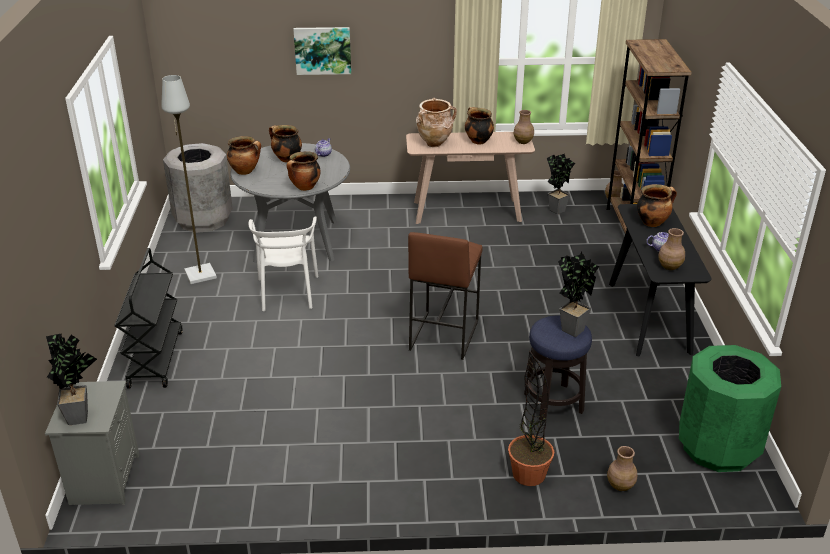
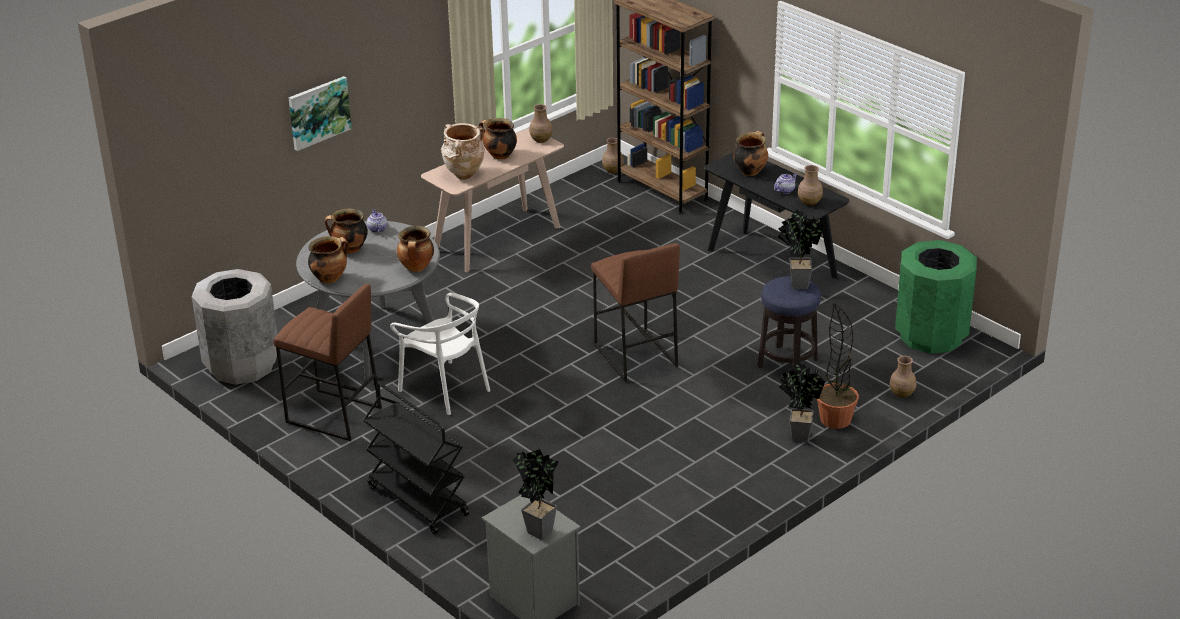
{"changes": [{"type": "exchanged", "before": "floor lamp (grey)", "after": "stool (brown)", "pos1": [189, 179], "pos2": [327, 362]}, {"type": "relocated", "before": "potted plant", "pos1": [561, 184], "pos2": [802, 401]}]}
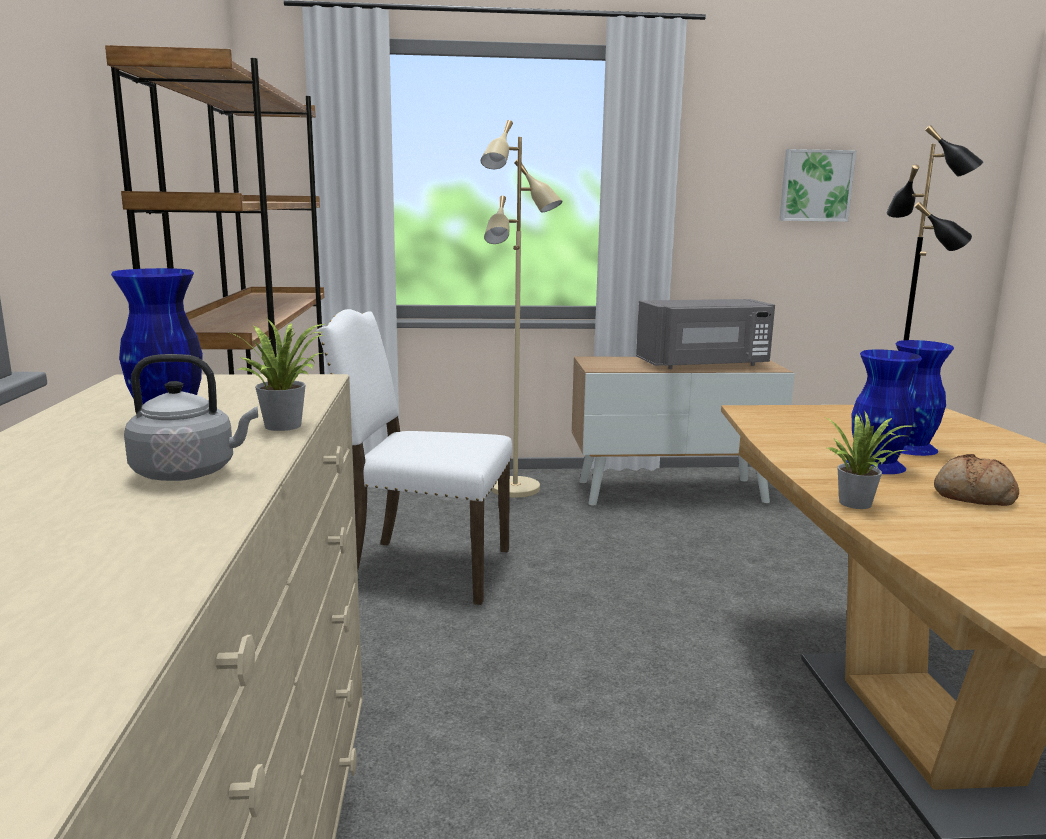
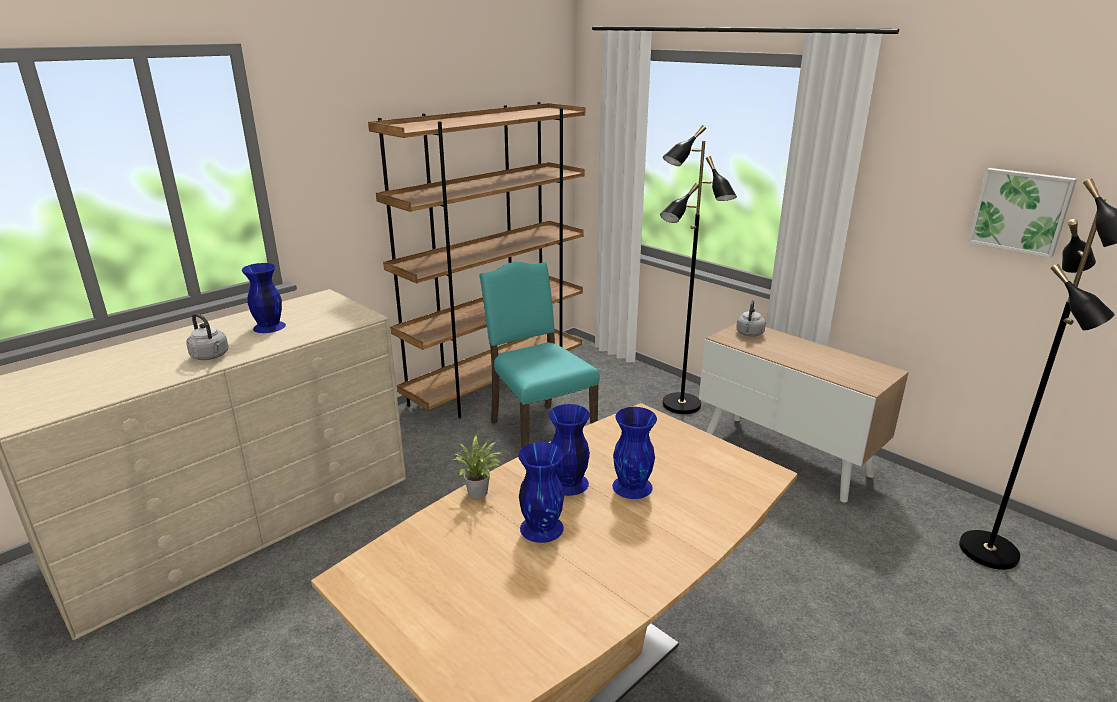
{"changes": [{"type": "missing", "before": "potted plant", "pos1": [275, 374]}, {"type": "colour", "before": "chair (white)", "after": "chair (turquoise)", "pos1": [414, 457], "pos2": [539, 355]}, {"type": "colour", "before": "floor lamp (beige)", "after": "floor lamp (black)", "pos1": [522, 309], "pos2": [698, 269]}, {"type": "missing", "before": "microwave (grey)", "pos1": [705, 334]}, {"type": "exchanged", "before": "bread", "after": "vase (blue)", "pos1": [976, 480], "pos2": [541, 492]}, {"type": "appeared", "after": "kettle (grey)", "pos2": [751, 318]}]}
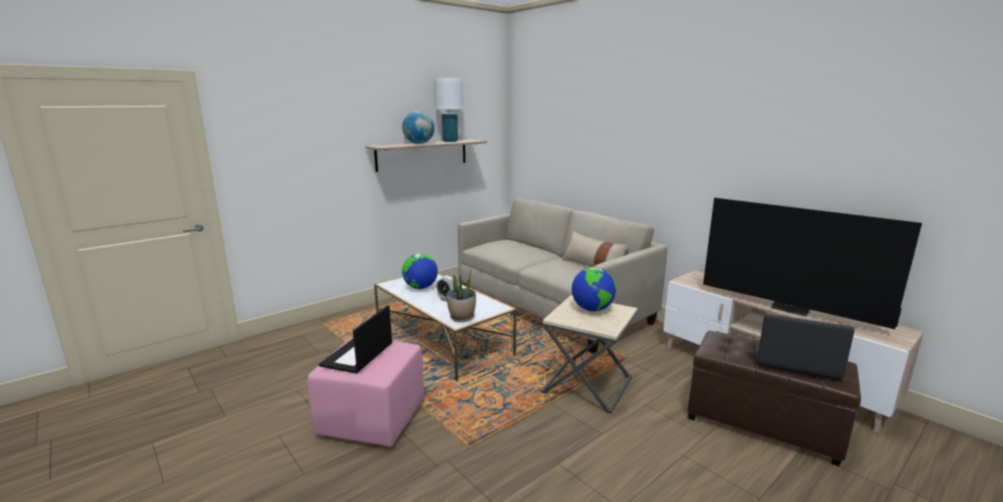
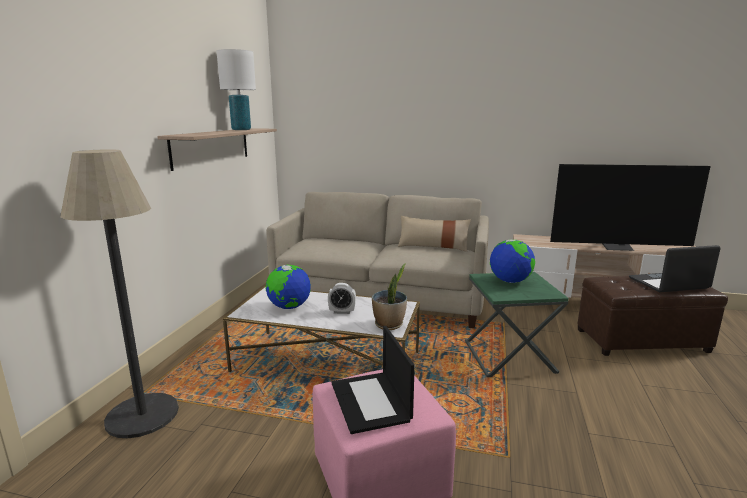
{"changes": [{"type": "missing", "before": "globe", "pos1": [418, 127]}, {"type": "colour", "before": "side table (beige)", "after": "side table (green)", "pos1": [589, 354], "pos2": [517, 324]}, {"type": "appeared", "after": "floor lamp", "pos2": [119, 293]}]}
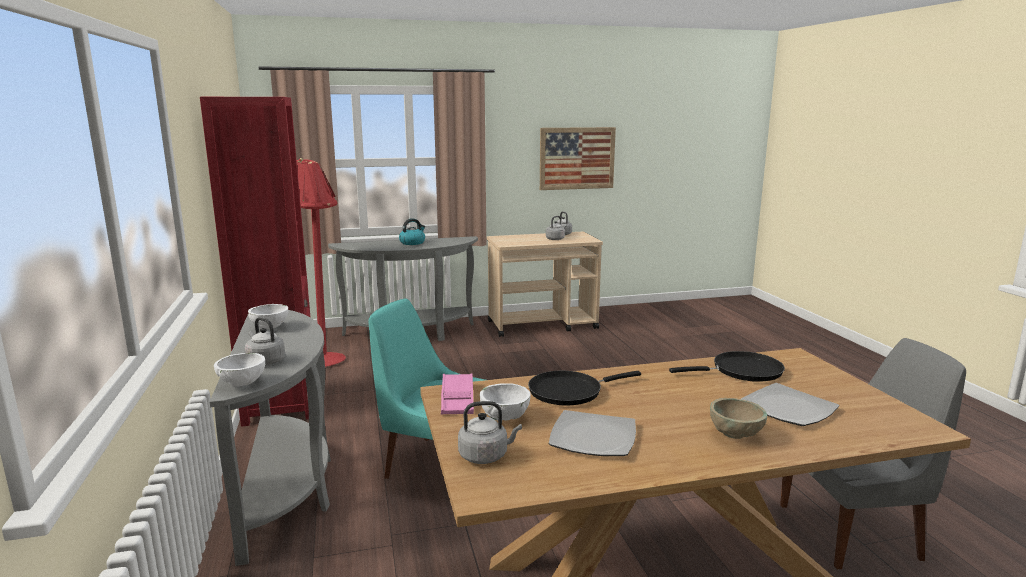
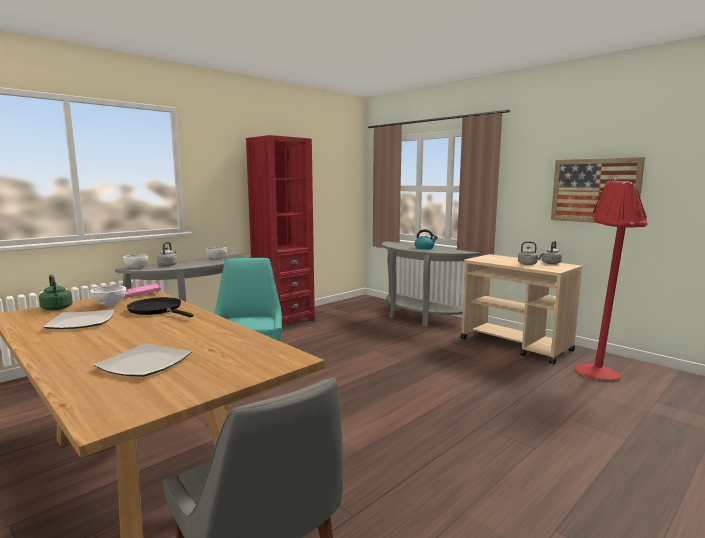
{"changes": [{"type": "relocated", "before": "floor lamp (red)", "pos1": [321, 262], "pos2": [611, 279]}, {"type": "colour", "before": "kettle (grey)", "after": "kettle (green)", "pos1": [490, 432], "pos2": [56, 292]}, {"type": "missing", "before": "frying pan (black)", "pos1": [727, 366]}, {"type": "missing", "before": "bowl (beige)", "pos1": [738, 418]}]}
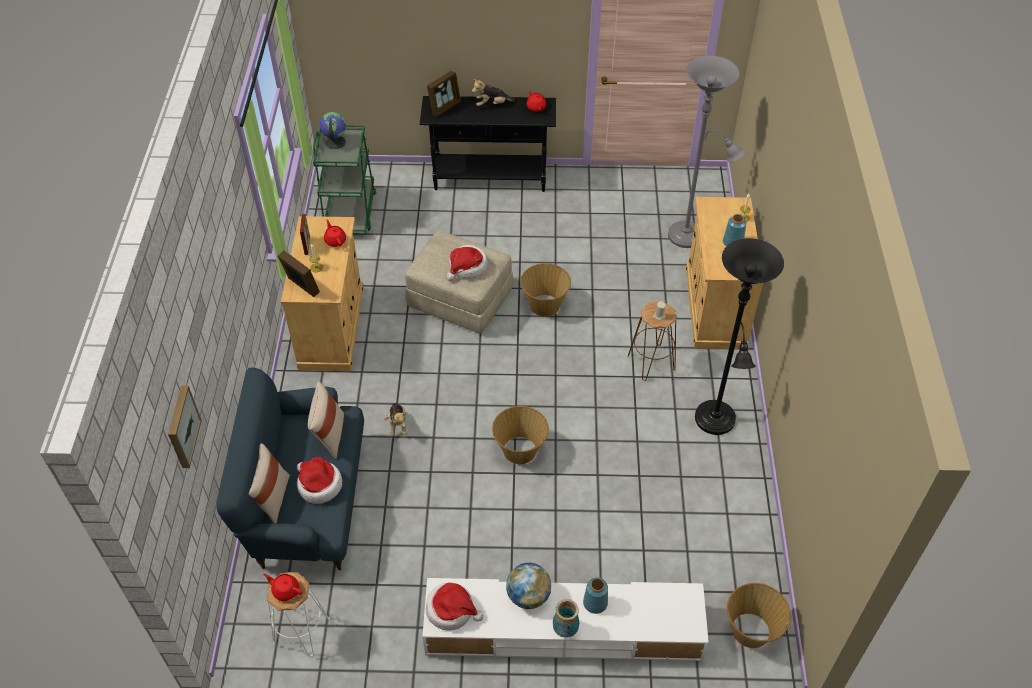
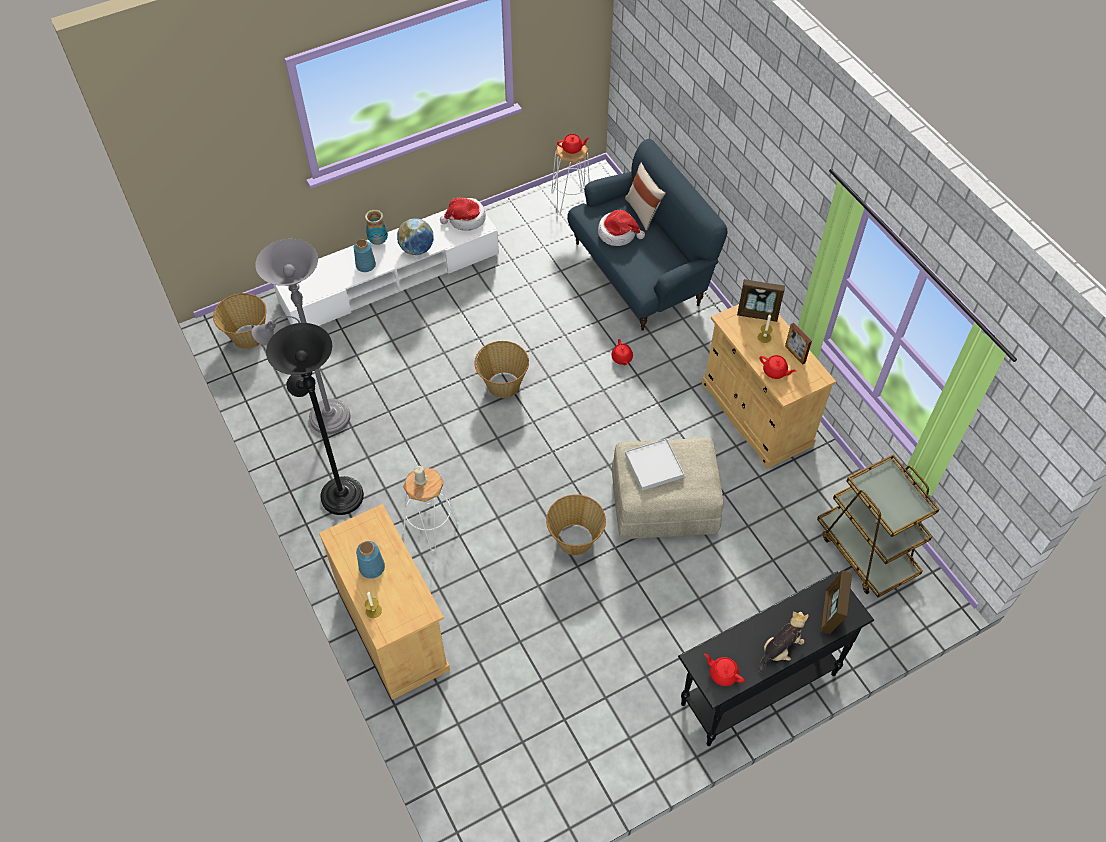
{"changes": [{"type": "missing", "before": "picture", "pos1": [185, 426]}, {"type": "missing", "before": "pillow (beige)", "pos1": [326, 420]}, {"type": "colour", "before": "cart (green)", "after": "cart (brown)", "pos1": [345, 180], "pos2": [878, 525]}, {"type": "missing", "before": "globe", "pos1": [333, 130]}, {"type": "exchanged", "before": "plush toy", "after": "teapot (red)", "pos1": [395, 419], "pos2": [622, 352]}, {"type": "exchanged", "before": "hat", "after": "tray (white)", "pos1": [467, 263], "pos2": [654, 464]}, {"type": "colour", "before": "stool (brown)", "after": "stool (white)", "pos1": [652, 341], "pos2": [430, 509]}, {"type": "relocated", "before": "floor lamp (grey)", "pos1": [707, 152], "pos2": [300, 336]}]}
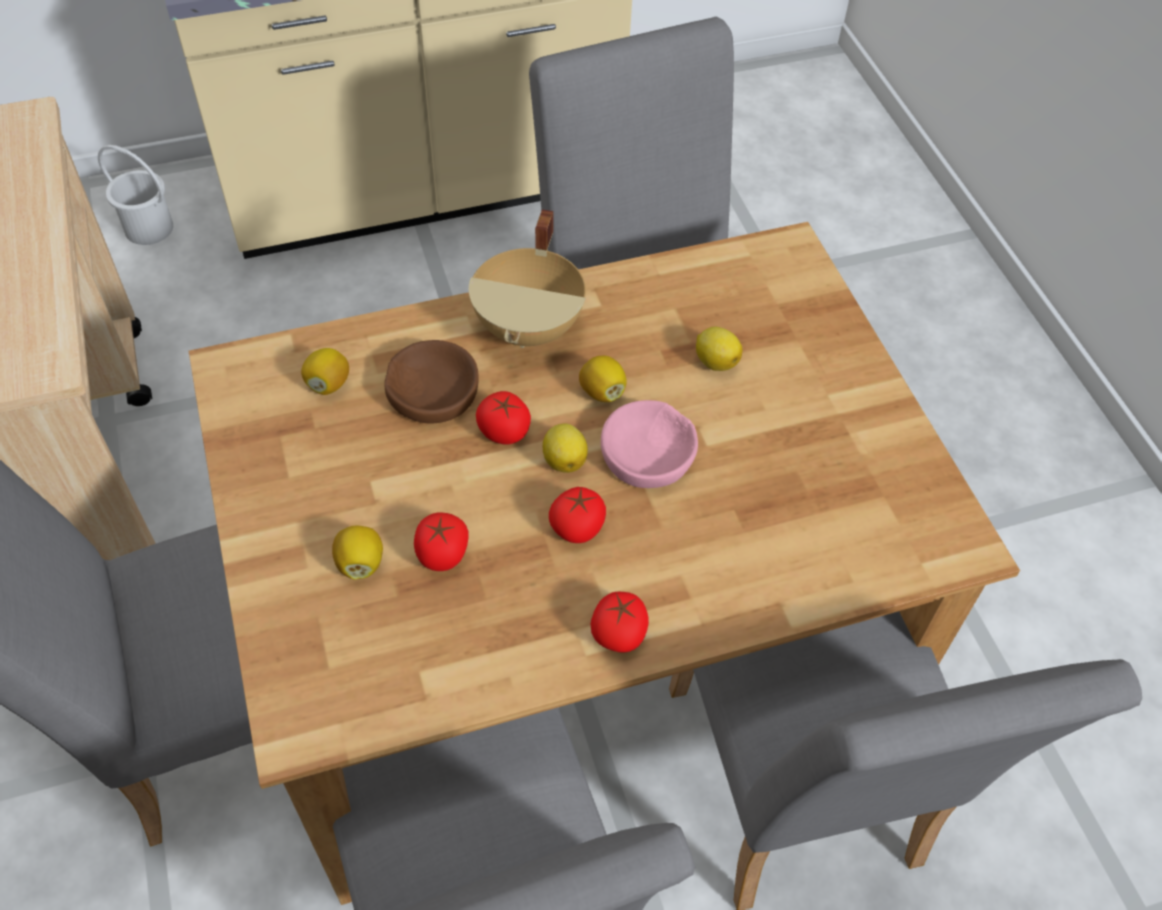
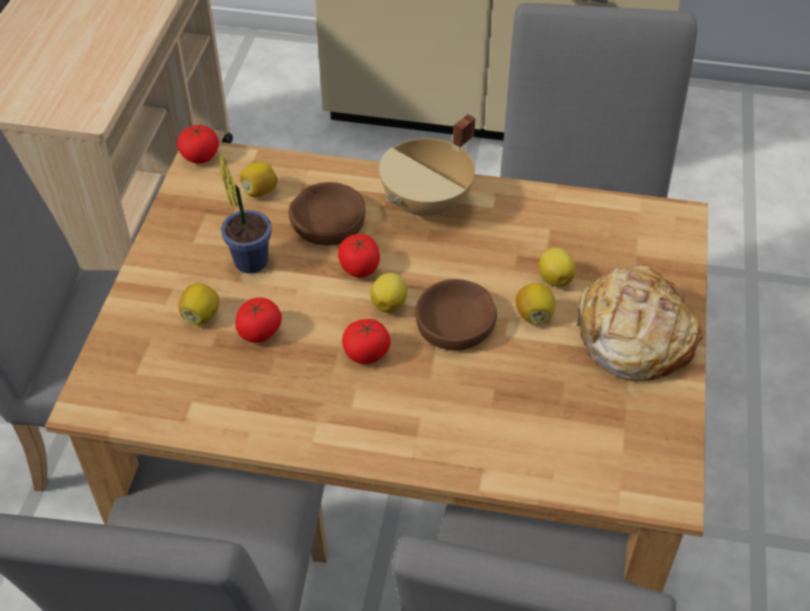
{"changes": [{"type": "missing", "before": "bucket (white)", "pos1": [135, 195]}, {"type": "relocated", "before": "lemon", "pos1": [603, 379], "pos2": [535, 303]}, {"type": "relocated", "before": "tomato", "pos1": [619, 622], "pos2": [198, 144]}, {"type": "colour", "before": "bowl (pink)", "after": "bowl (brown)", "pos1": [649, 444], "pos2": [456, 315]}, {"type": "appeared", "after": "potted plant", "pos2": [245, 214]}, {"type": "appeared", "after": "bread", "pos2": [638, 323]}]}
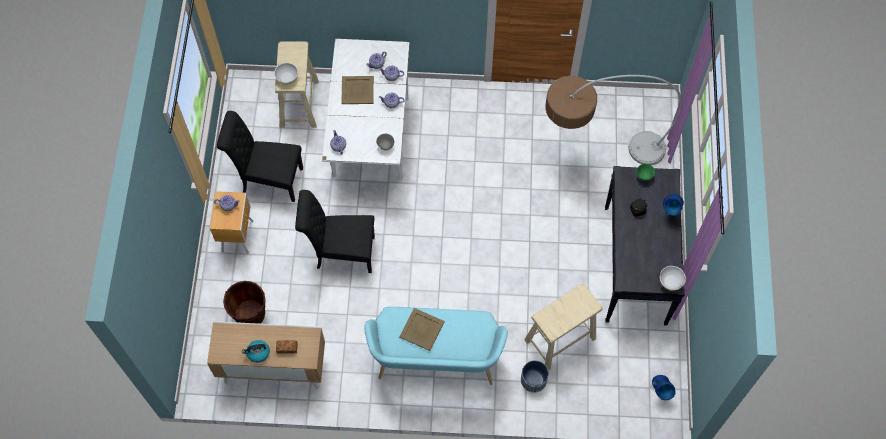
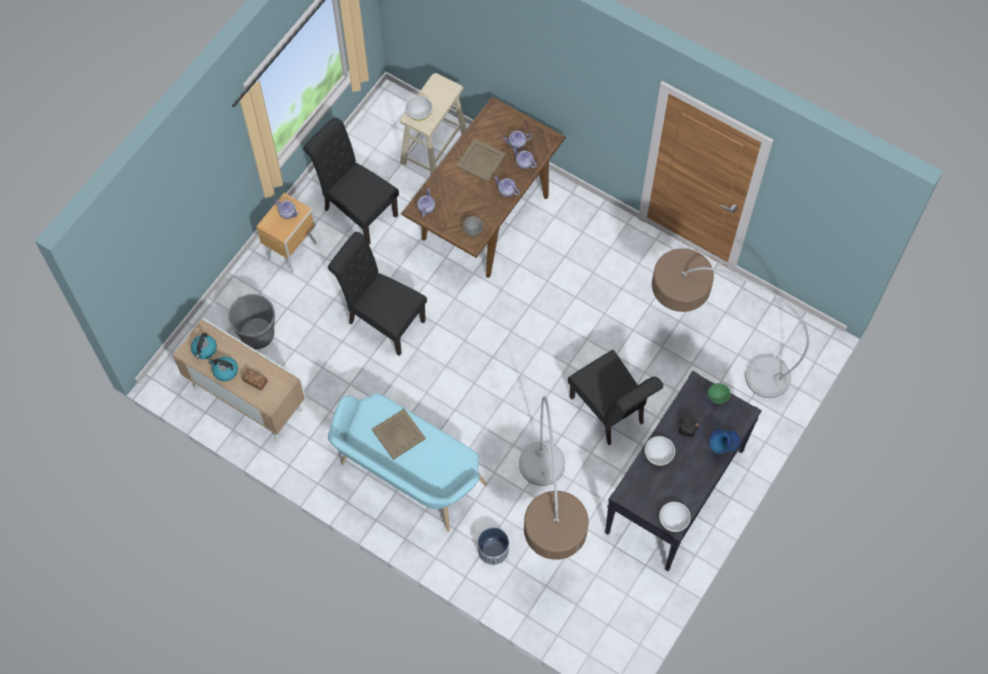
{"changes": [{"type": "colour", "before": "bucket (brown)", "after": "bucket (grey)", "pos1": [244, 302], "pos2": [251, 321]}, {"type": "colour", "before": "dining table (white)", "after": "dining table (brown)", "pos1": [366, 109], "pos2": [483, 187]}, {"type": "exchanged", "before": "stool (beige)", "after": "floor lamp", "pos1": [563, 327], "pos2": [554, 478]}, {"type": "missing", "before": "vase (blue)", "pos1": [664, 387]}, {"type": "appeared", "after": "kettle", "pos2": [204, 346]}, {"type": "appeared", "after": "chair (black)", "pos2": [615, 397]}, {"type": "appeared", "after": "bowl (white)", "pos2": [660, 451]}]}
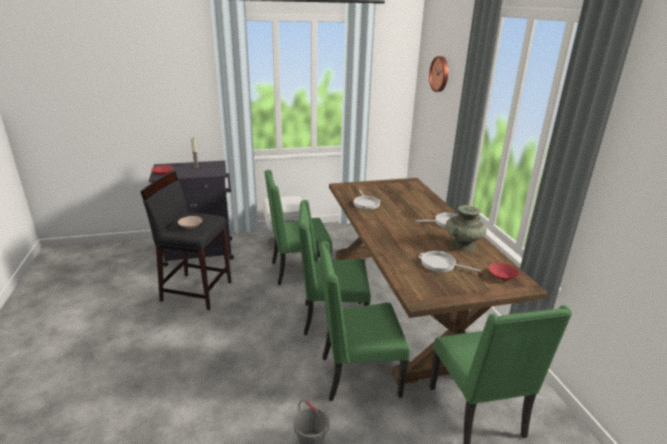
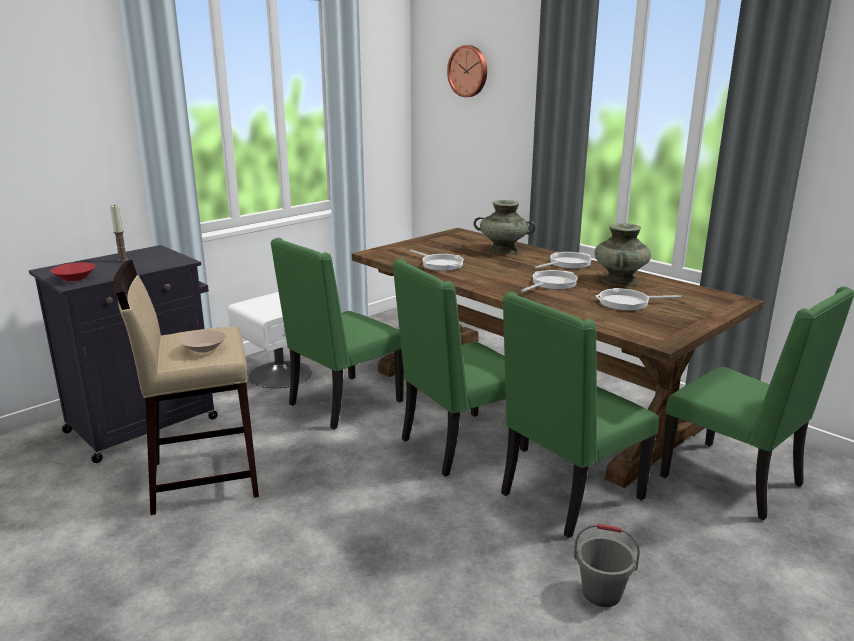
{"changes": [{"type": "colour", "before": "stool (black)", "after": "stool (beige)", "pos1": [186, 240], "pos2": [186, 387]}, {"type": "missing", "before": "bowl (red)", "pos1": [503, 271]}, {"type": "appeared", "after": "vase (turquoise)", "pos2": [504, 227]}, {"type": "appeared", "after": "frying pan", "pos2": [549, 281]}]}
